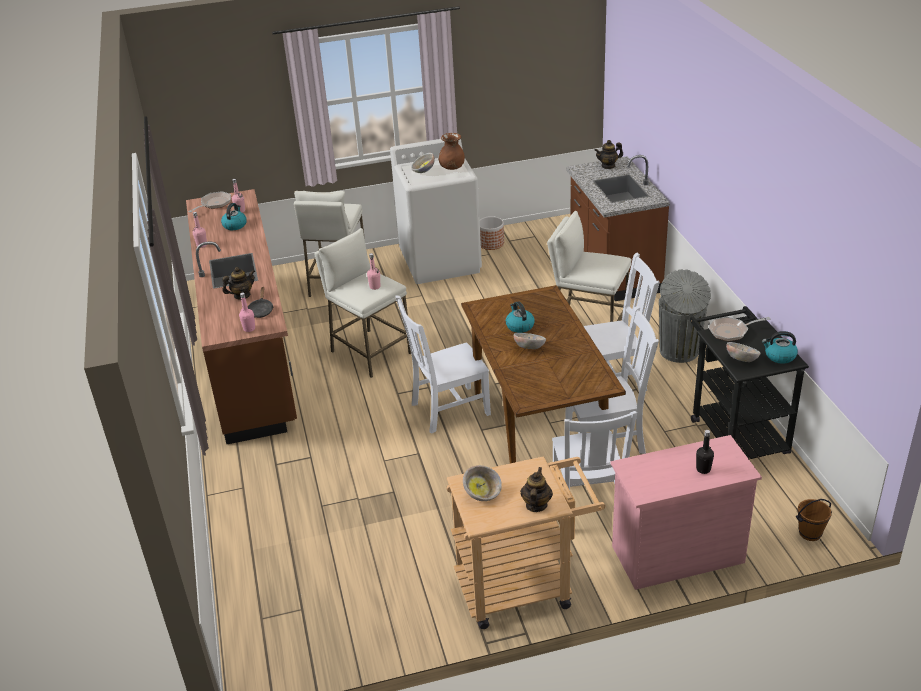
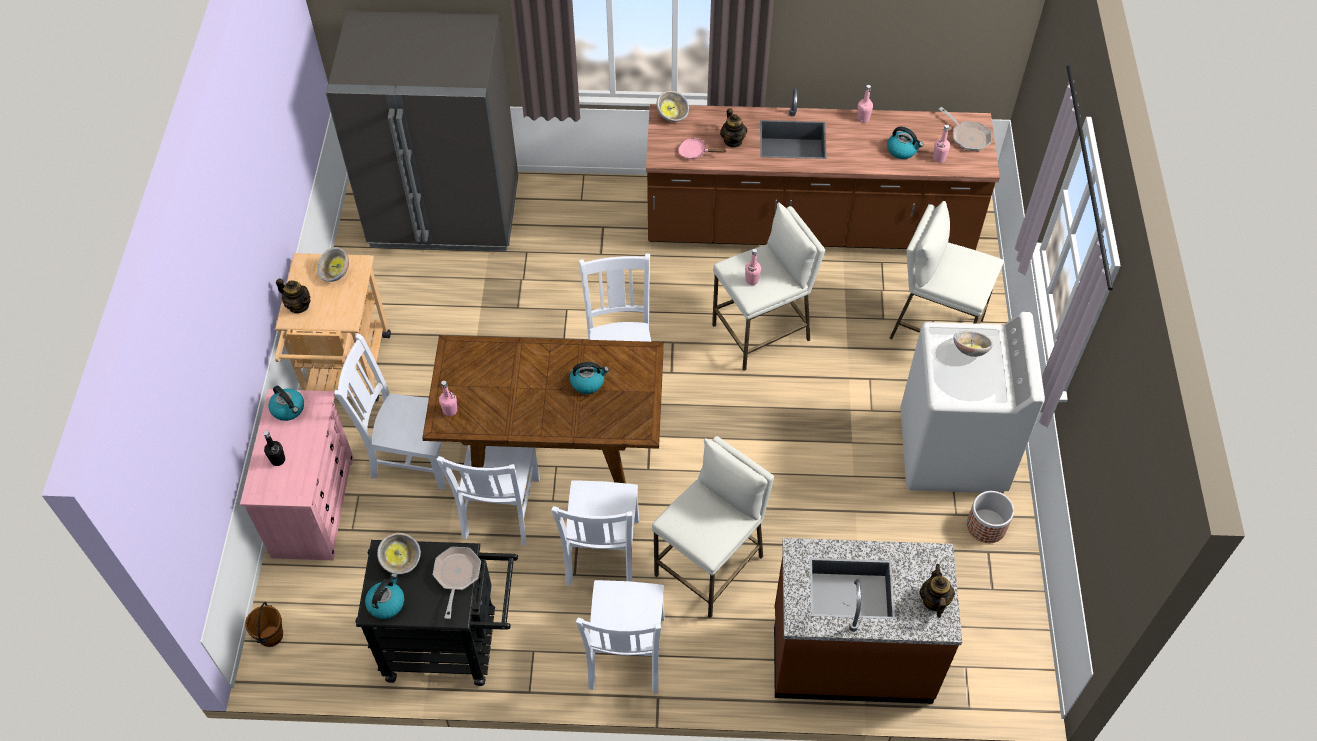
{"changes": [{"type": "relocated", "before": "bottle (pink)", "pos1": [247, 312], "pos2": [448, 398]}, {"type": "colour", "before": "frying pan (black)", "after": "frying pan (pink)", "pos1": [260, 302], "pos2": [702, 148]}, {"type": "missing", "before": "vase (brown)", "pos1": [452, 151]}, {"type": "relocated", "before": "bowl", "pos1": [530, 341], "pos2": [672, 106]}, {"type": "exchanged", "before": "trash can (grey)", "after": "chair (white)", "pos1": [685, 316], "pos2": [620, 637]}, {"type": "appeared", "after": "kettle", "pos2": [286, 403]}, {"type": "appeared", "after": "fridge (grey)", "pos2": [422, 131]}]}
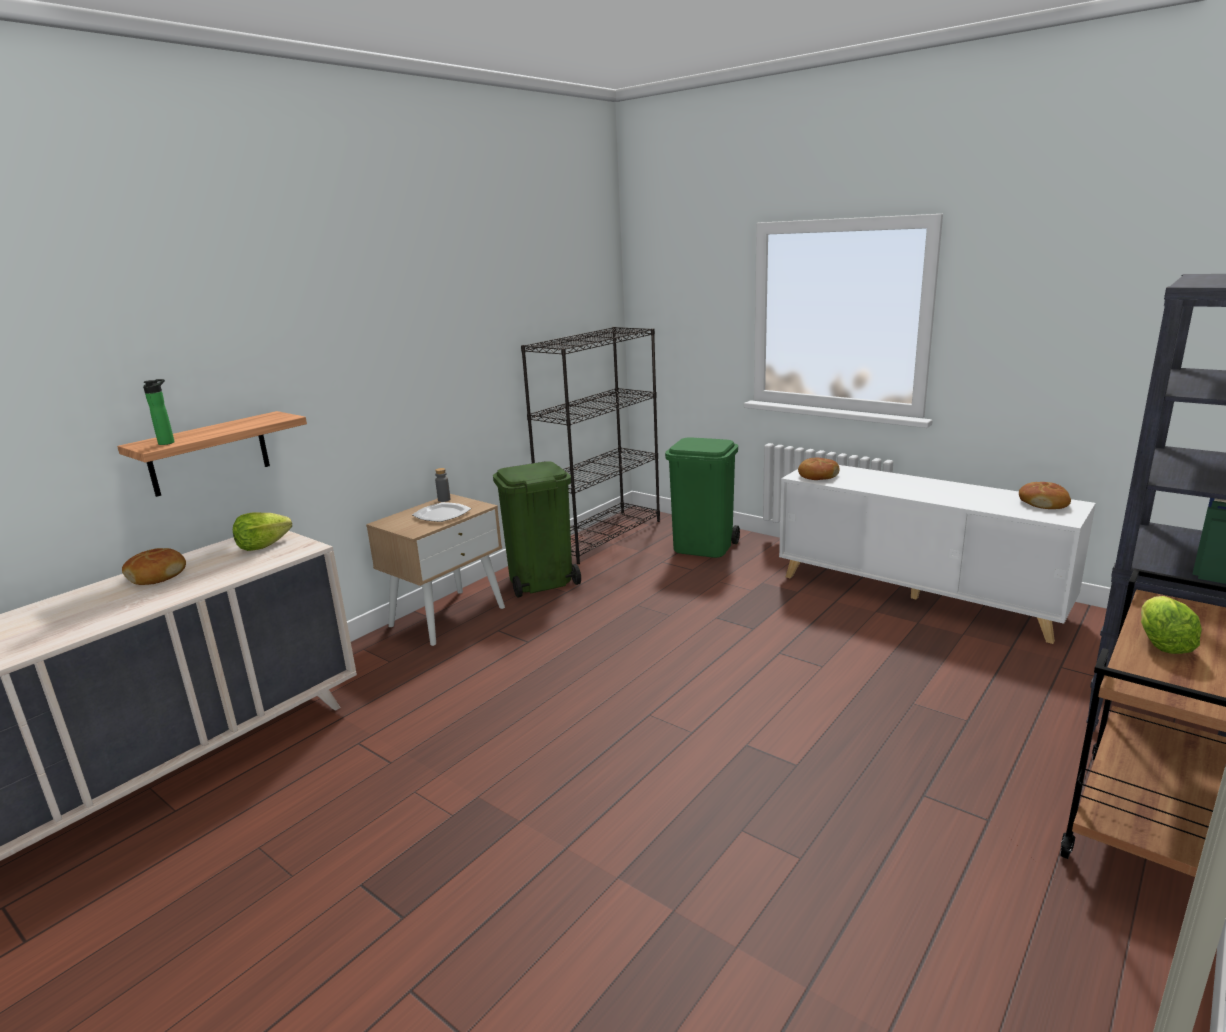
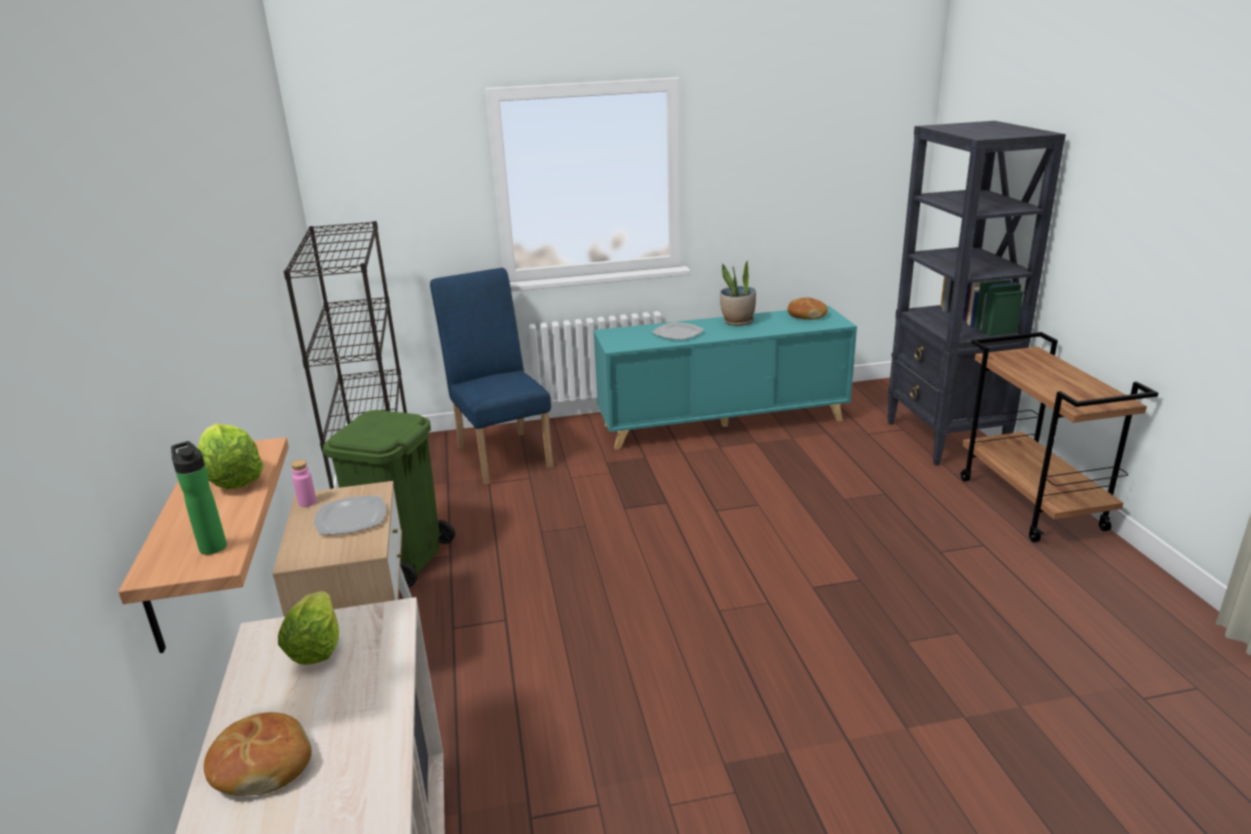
{"changes": [{"type": "colour", "before": "bottle (grey)", "after": "bottle (pink)", "pos1": [442, 485], "pos2": [304, 483]}, {"type": "exchanged", "before": "trash can (green)", "after": "chair (blue)", "pos1": [702, 497], "pos2": [492, 376]}, {"type": "colour", "before": "cabinet (white)", "after": "cabinet (turquoise)", "pos1": [937, 554], "pos2": [725, 378]}, {"type": "missing", "before": "bread", "pos1": [819, 469]}, {"type": "relocated", "before": "lettuce", "pos1": [1171, 625], "pos2": [230, 456]}, {"type": "appeared", "after": "plate", "pos2": [677, 331]}, {"type": "appeared", "after": "potted plant", "pos2": [738, 293]}]}
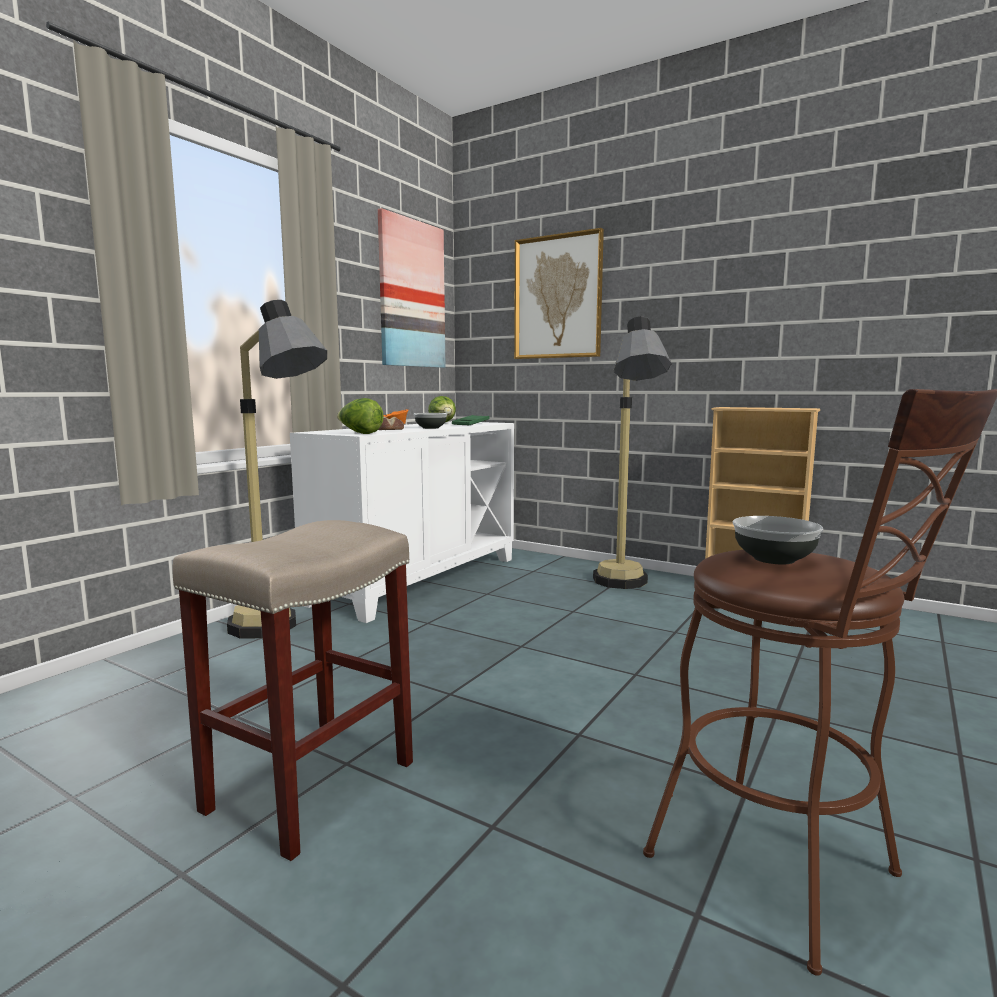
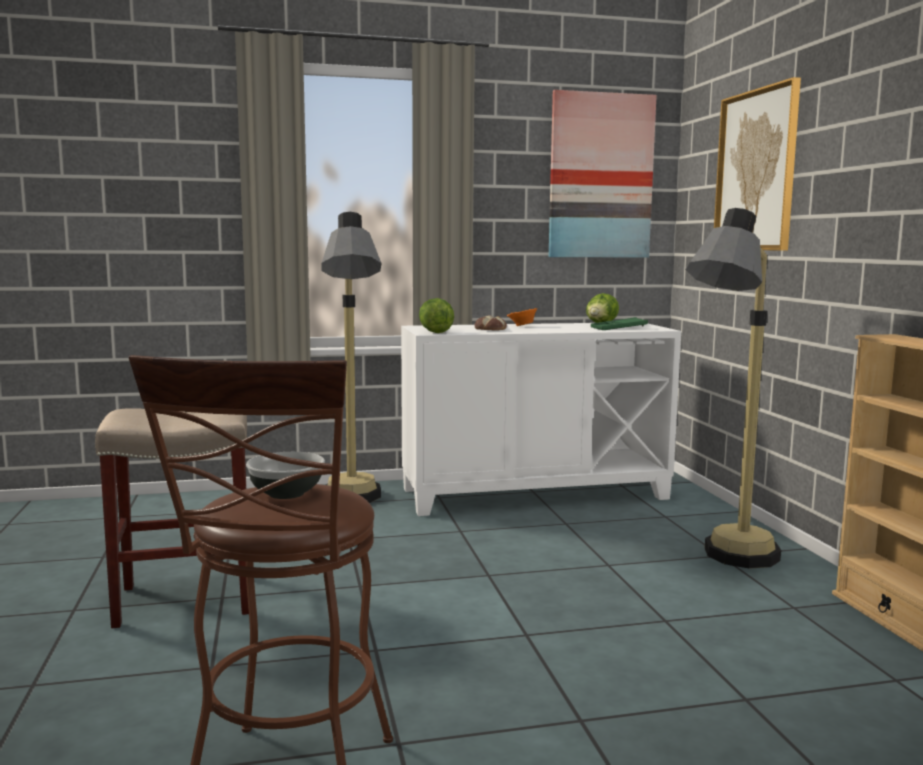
{"changes": [{"type": "missing", "before": "bowl", "pos1": [430, 421]}]}
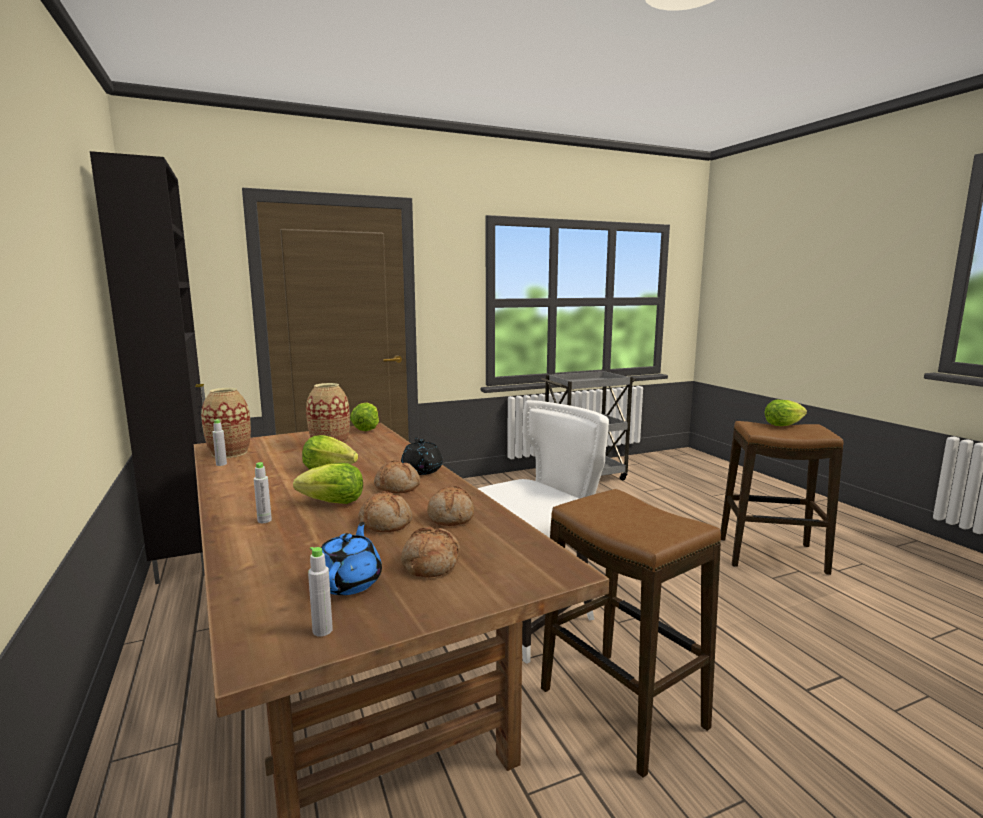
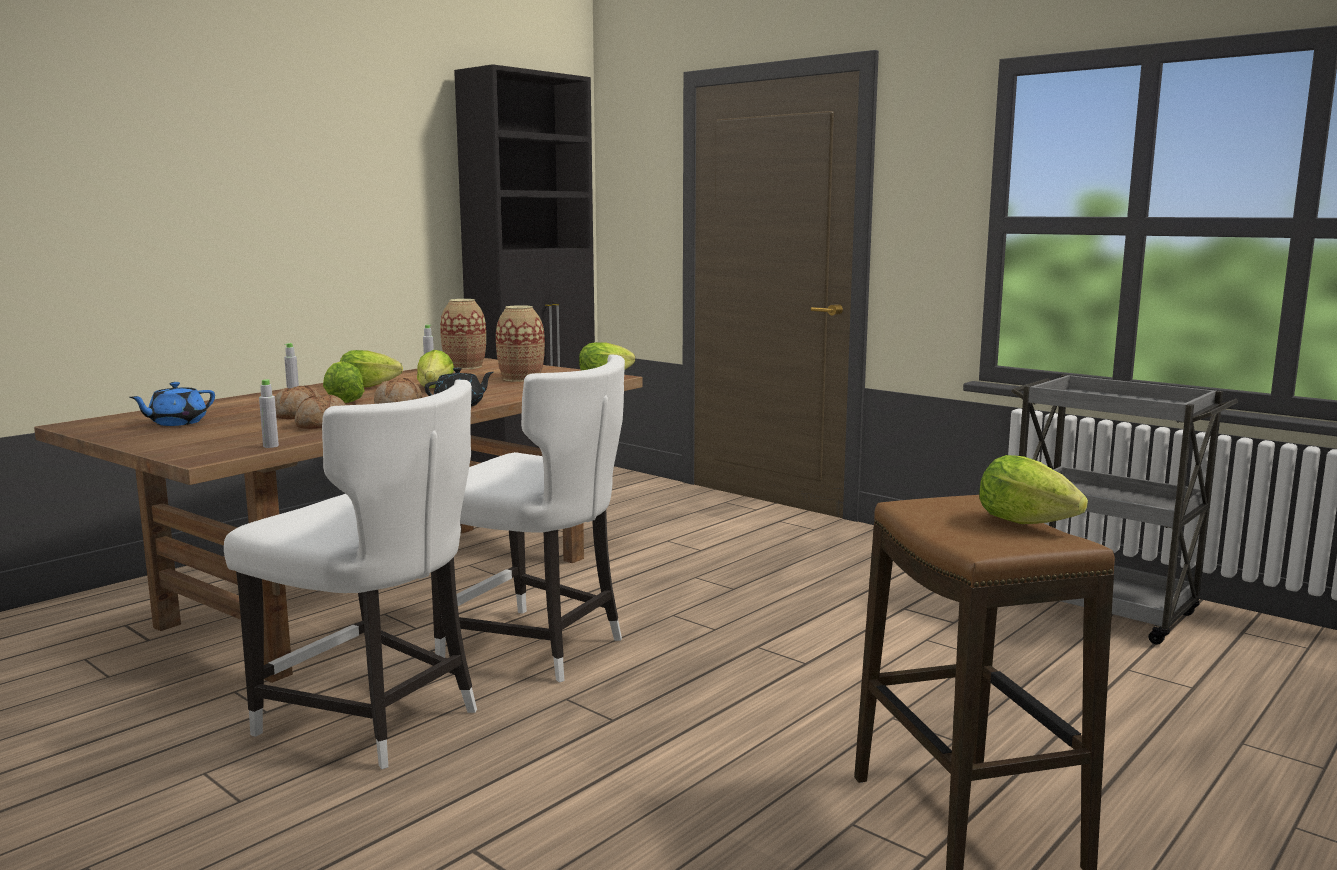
{"changes": [{"type": "relocated", "before": "bottle (grey)", "pos1": [320, 592], "pos2": [269, 413]}, {"type": "spun", "before": "teapot (blue)", "pos1": [351, 558], "pos2": [172, 404], "turn": 150}, {"type": "missing", "before": "bread", "pos1": [430, 552]}, {"type": "exchanged", "before": "stool", "after": "chair (white)", "pos1": [631, 633], "pos2": [350, 574]}, {"type": "appeared", "after": "lettuce", "pos2": [371, 368]}]}
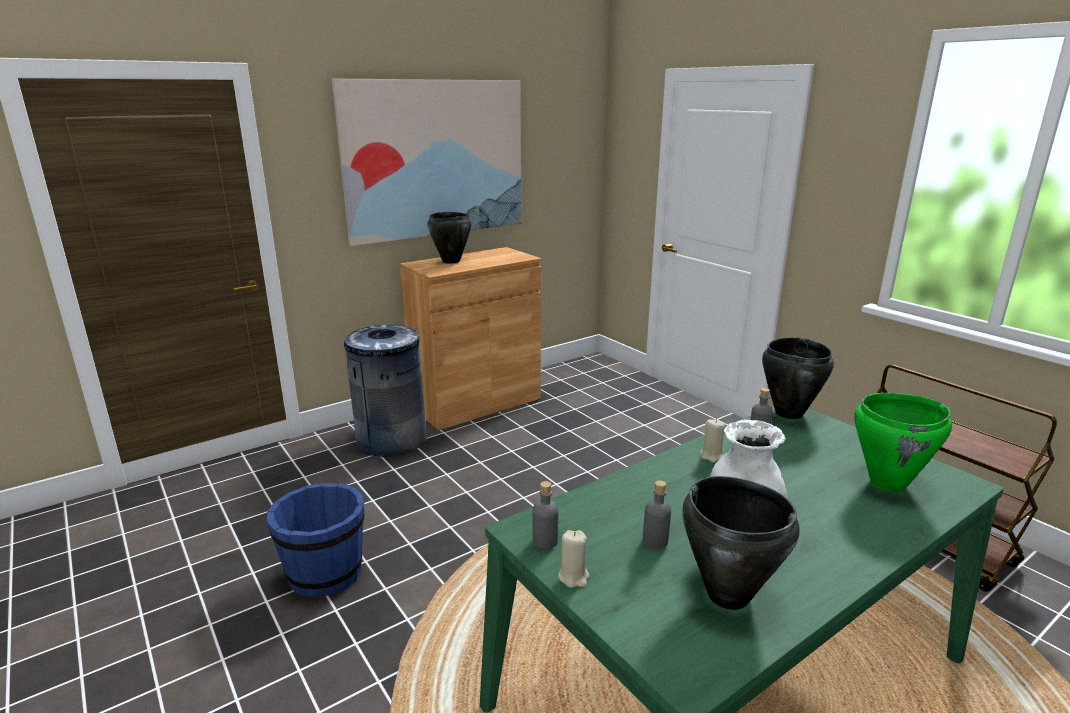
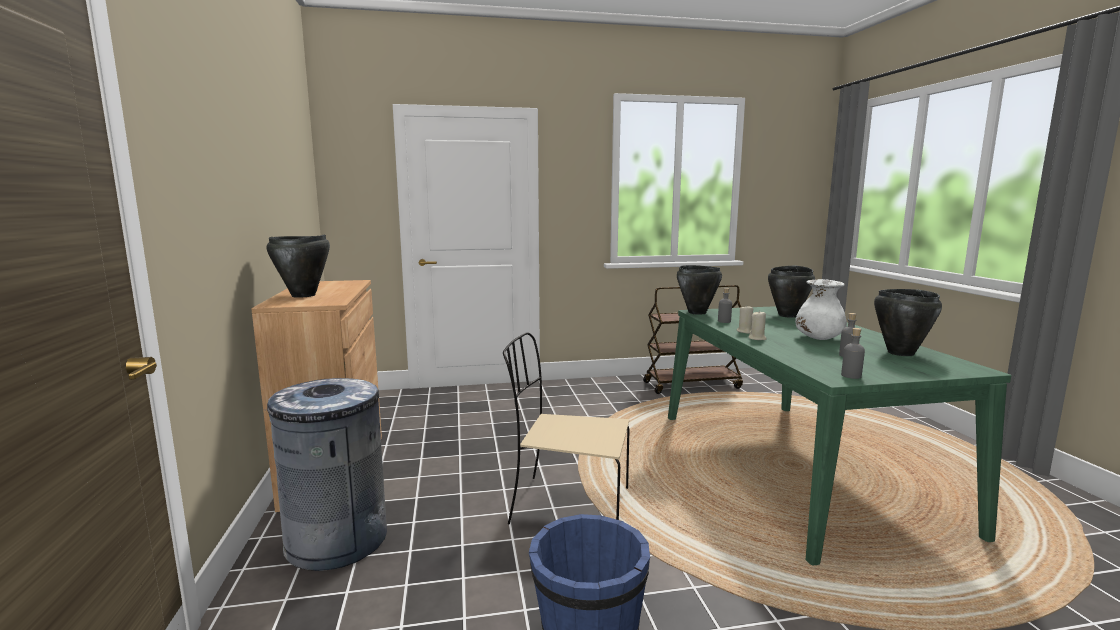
{"changes": [{"type": "missing", "before": "picture", "pos1": [426, 162]}, {"type": "relocated", "before": "candle (beige)", "pos1": [573, 559], "pos2": [757, 325]}, {"type": "colour", "before": "cooking pot (green)", "after": "cooking pot (black)", "pos1": [903, 443], "pos2": [791, 292]}, {"type": "appeared", "after": "chair (beige)", "pos2": [566, 428]}]}
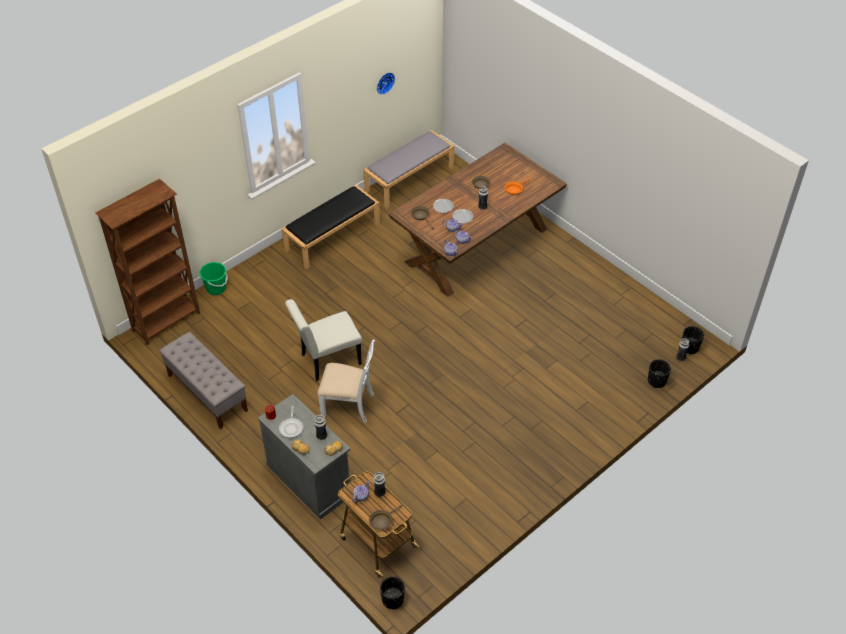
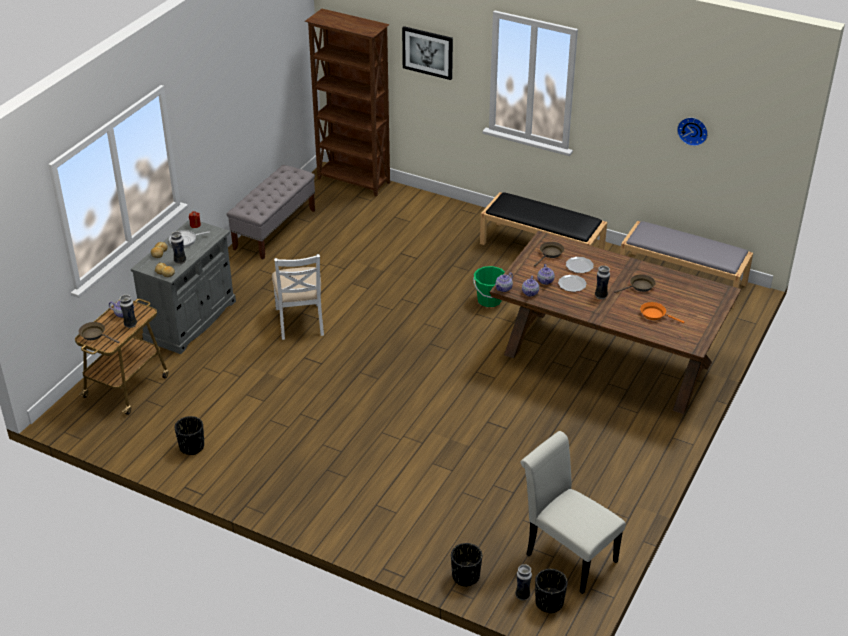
{"changes": [{"type": "relocated", "before": "bucket (green)", "pos1": [213, 278], "pos2": [489, 286]}, {"type": "relocated", "before": "chair (white)", "pos1": [323, 340], "pos2": [573, 512]}, {"type": "relocated", "before": "planter (black)", "pos1": [392, 593], "pos2": [189, 435]}, {"type": "appeared", "after": "picture", "pos2": [427, 53]}]}
